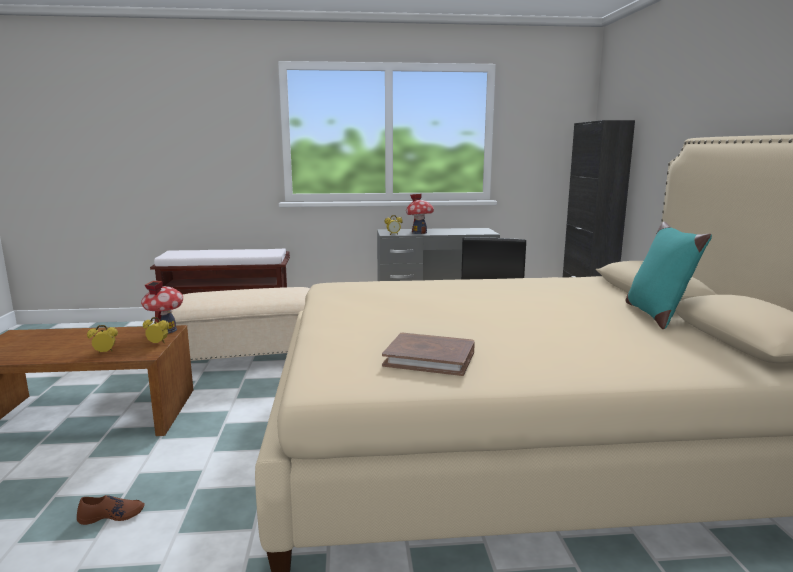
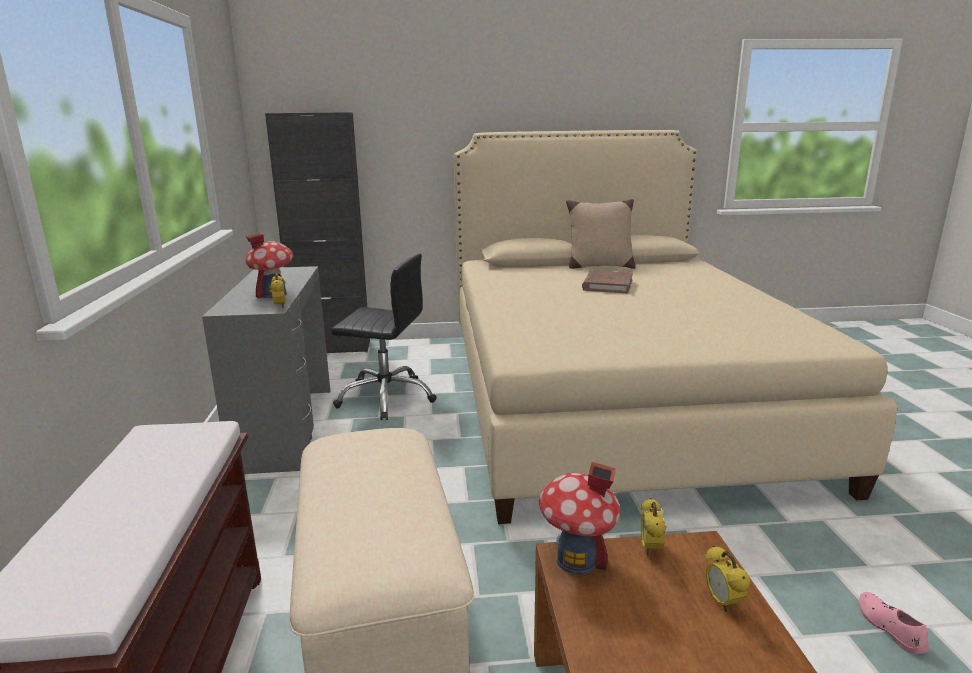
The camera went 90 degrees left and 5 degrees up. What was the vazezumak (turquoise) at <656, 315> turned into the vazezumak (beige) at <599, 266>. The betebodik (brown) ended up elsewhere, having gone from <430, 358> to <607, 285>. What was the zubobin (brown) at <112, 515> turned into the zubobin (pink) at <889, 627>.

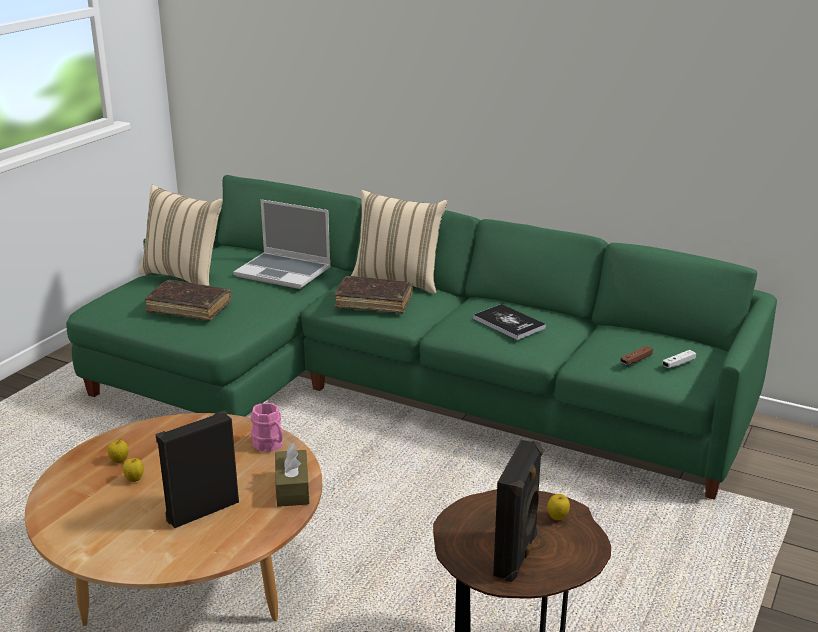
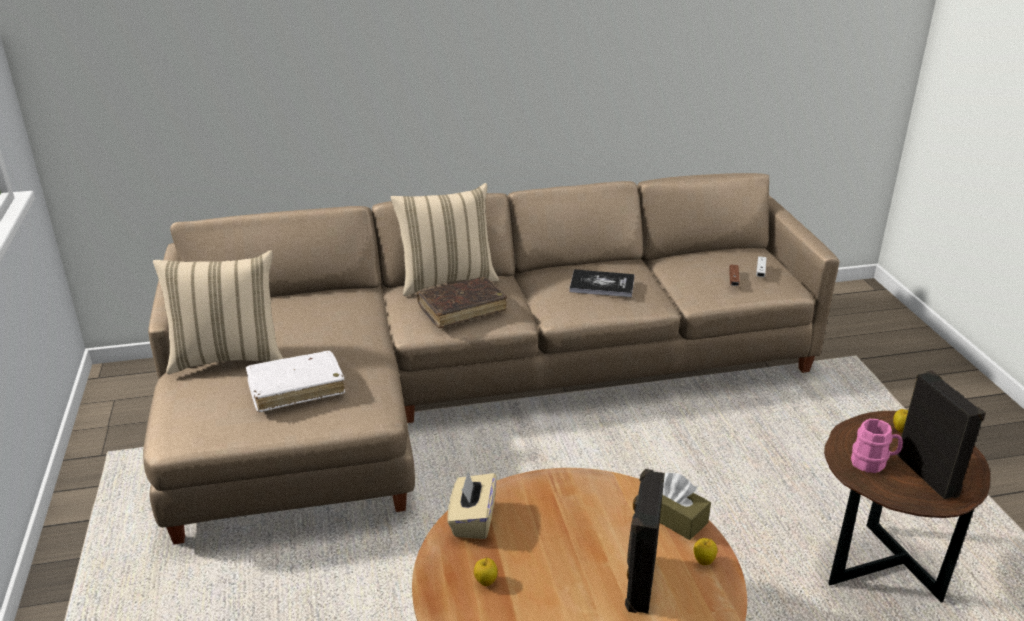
The camera went 40 degrees left and 5 degrees up. What was the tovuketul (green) at <392, 385> turned into the tovuketul (beige) at <468, 387>. What was the betebodik (brown) at <189, 308> turned into the betebodik (white) at <296, 388>. The second view gained the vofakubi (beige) at <472, 520>. The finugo ended up elsewhere, having gone from <135, 479> to <703, 561>. The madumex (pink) ended up elsewhere, having gone from <270, 445> to <873, 463>. The second view lost the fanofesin at <284, 272>.

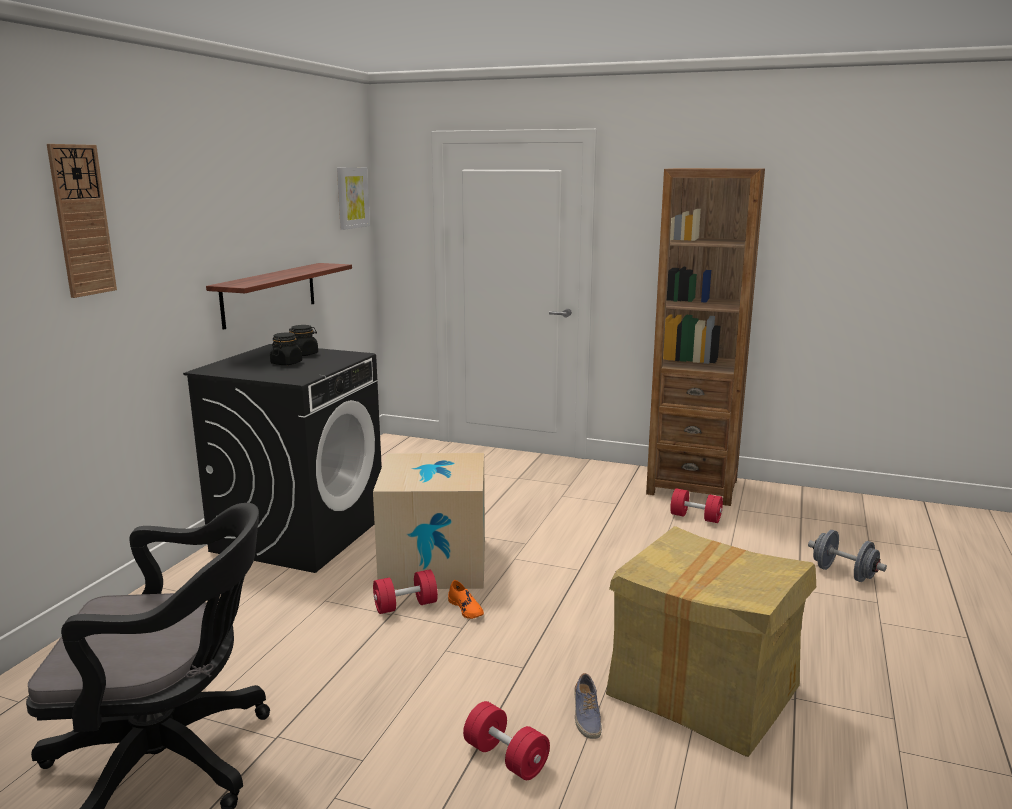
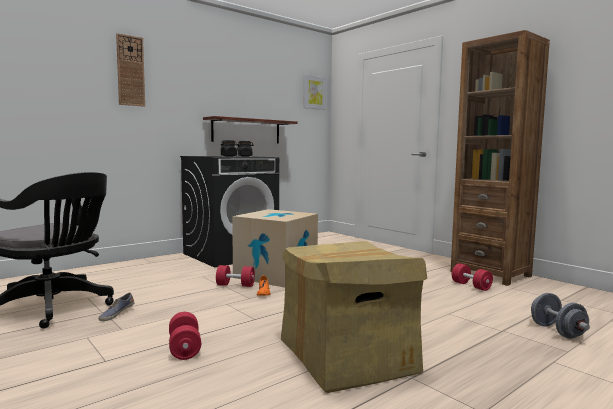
The camera went 30 degrees right and 10 degrees down. The zubobin ended up elsewhere, having gone from <586, 716> to <116, 314>.

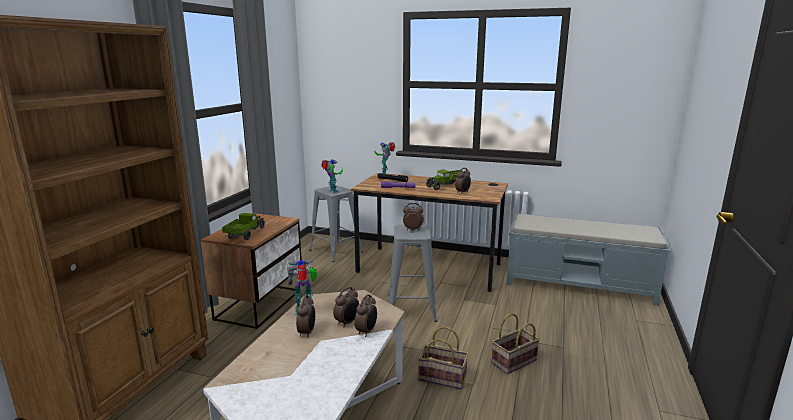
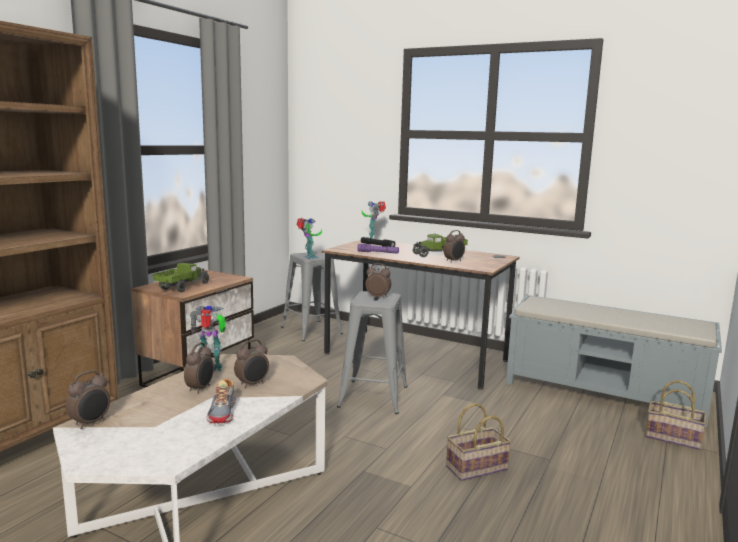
The camera went 10 degrees right and 5 degrees down. The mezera ended up elsewhere, having gone from <367, 331> to <91, 423>. The second view gained the zubobin at <223, 412>. The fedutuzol ended up elsewhere, having gone from <443, 377> to <674, 438>.

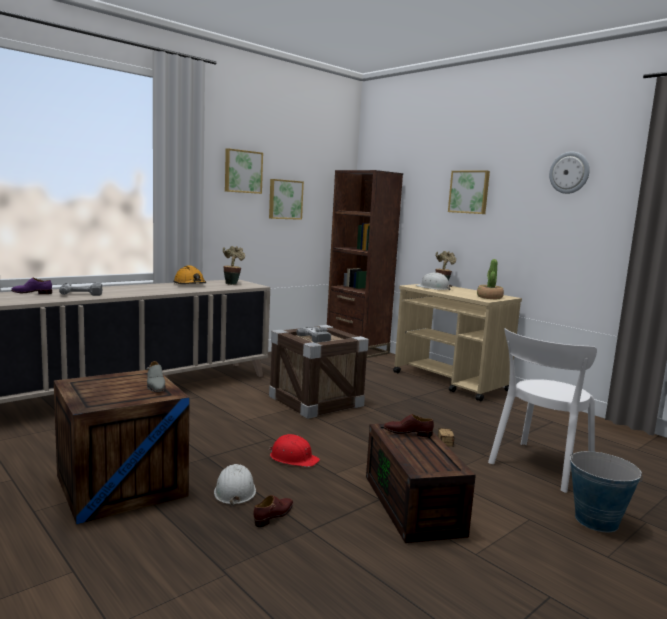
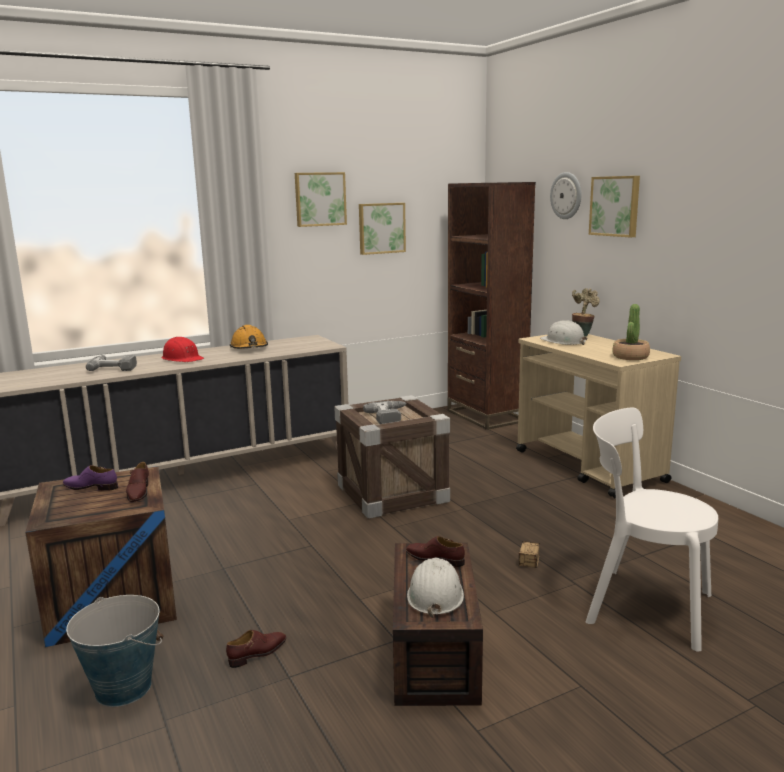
The camera went 15 degrees right and 5 degrees up. The zubobin (purple) ended up elsewhere, having gone from <32, 293> to <91, 487>. The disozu ended up elsewhere, having gone from <596, 520> to <123, 687>. What was the zubobin (grey) at <155, 386> turned into the zubobin (brown) at <138, 492>. The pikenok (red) ended up elsewhere, having gone from <293, 458> to <182, 358>. The pikenok (white) ended up elsewhere, having gone from <234, 491> to <435, 594>. The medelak ended up elsewhere, having gone from <569, 172> to <566, 195>. The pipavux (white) at <539, 467> ended up facing another way, 60 degrees clockwise from before. The second view lost the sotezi at <232, 283>.

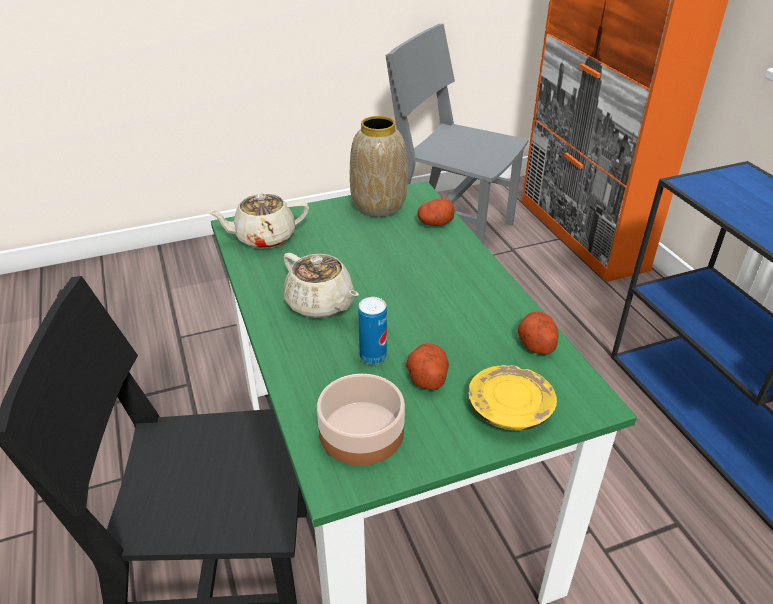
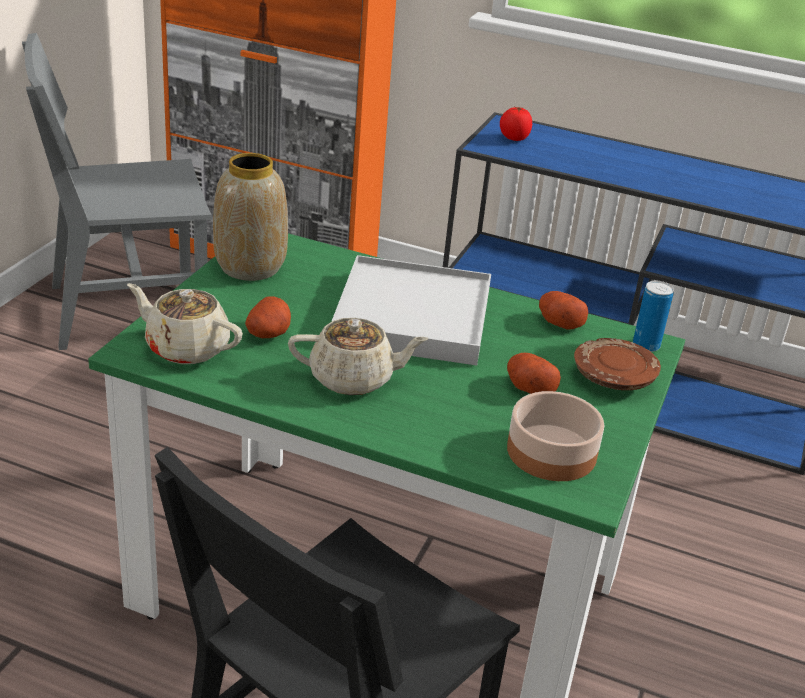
The camera went 50 degrees left and 5 degrees down. The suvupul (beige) at <263, 237> ended up facing another way, 90 degrees clockwise from before. The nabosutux ended up elsewhere, having gone from <435, 223> to <268, 333>. The second view gained the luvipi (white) at <413, 316>. The second view gained the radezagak at <513, 139>. What was the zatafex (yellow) at <509, 408> turned into the zatafex (brown) at <613, 377>. The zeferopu ended up elsewhere, having gone from <373, 356> to <646, 345>.

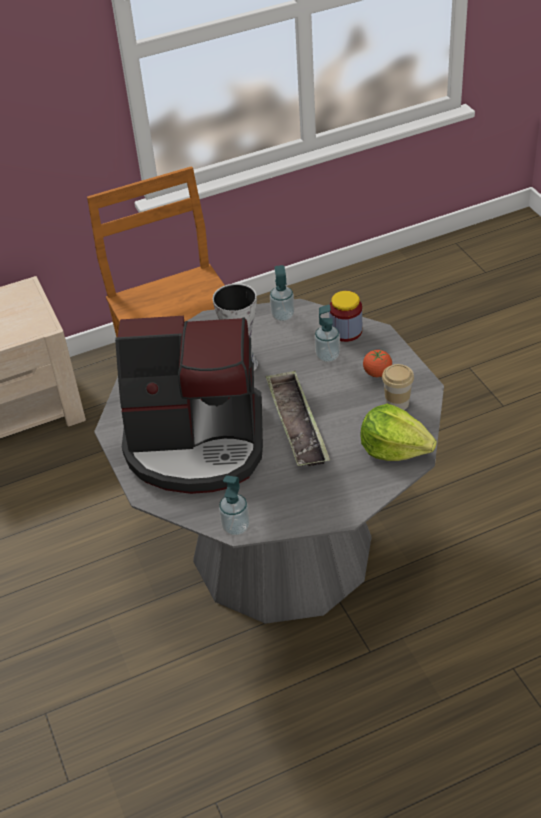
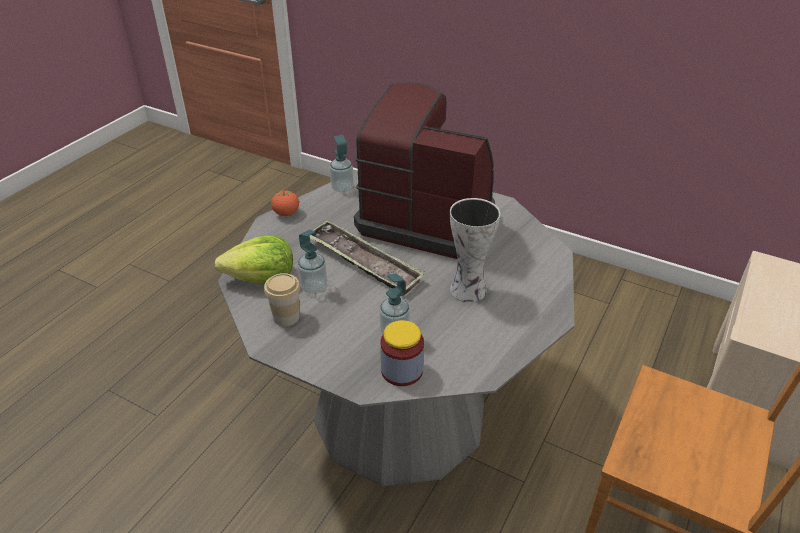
The camera went 140 degrees right and 5 degrees down. The radezagak ended up elsewhere, having gone from <377, 373> to <286, 213>. The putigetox ended up elsewhere, having gone from <283, 316> to <314, 287>. The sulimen at <196, 444> ended up facing another way, 60 degrees clockwise from before.

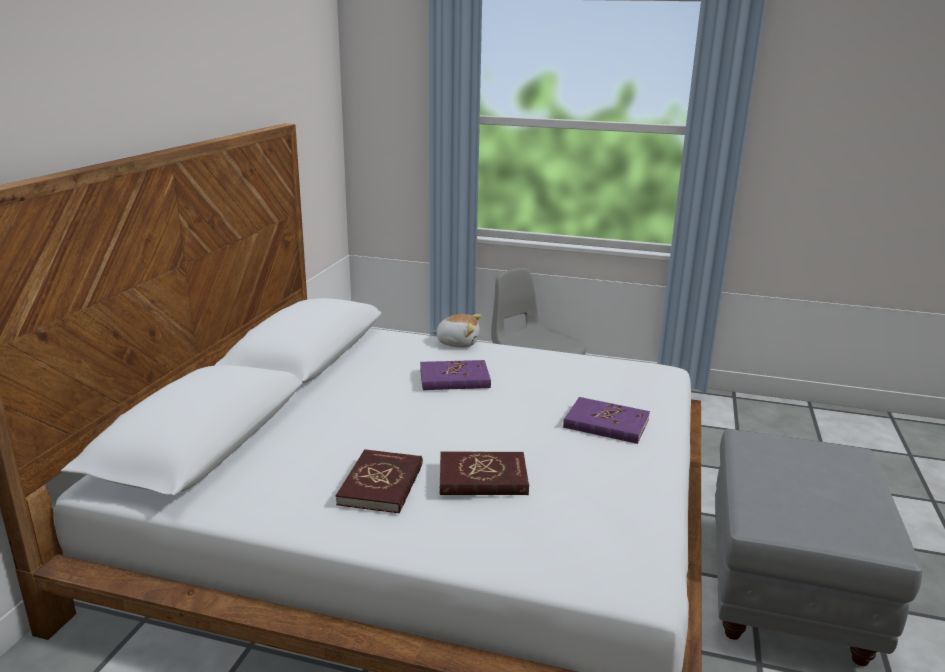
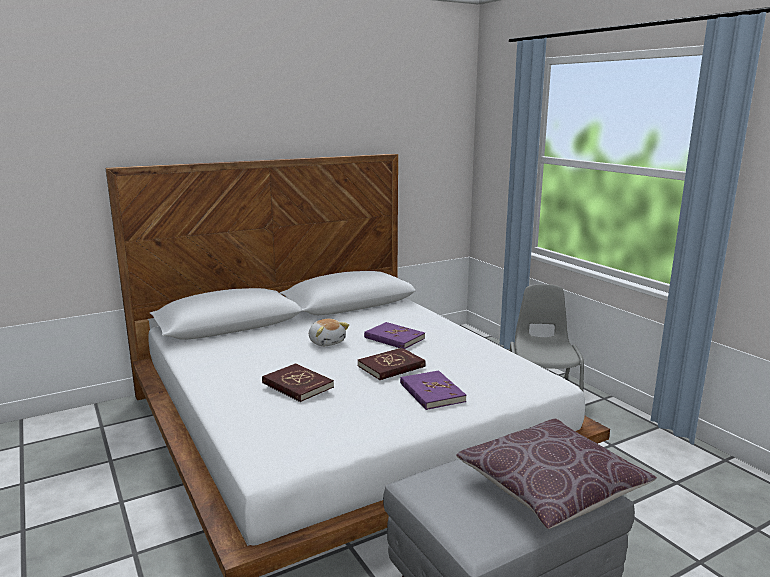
The camera went 45 degrees right and 5 degrees down. The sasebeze ended up elsewhere, having gone from <458, 342> to <327, 342>. The betebodik (red) ended up elsewhere, having gone from <381, 484> to <391, 366>. The second view gained the vazezumak (brown) at <550, 488>.

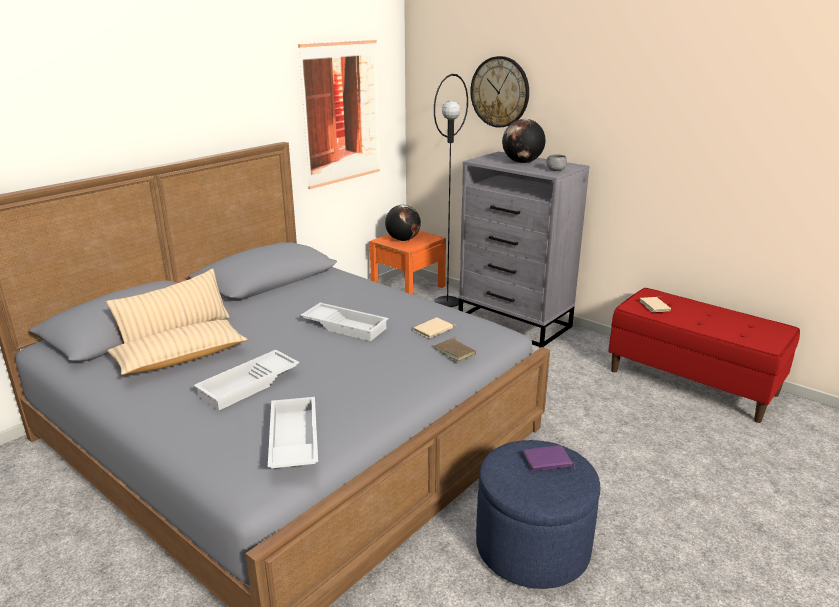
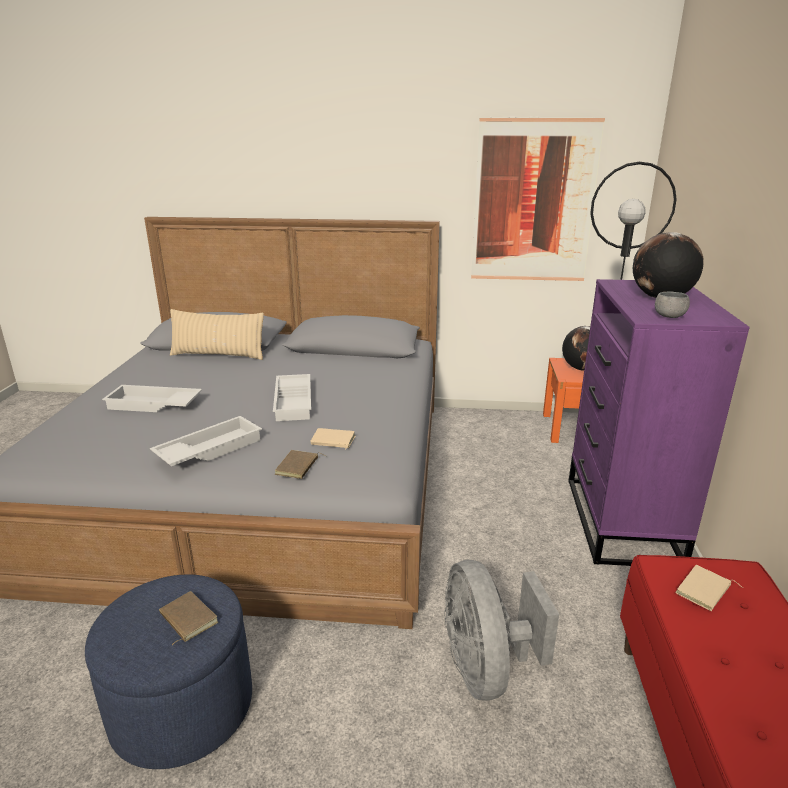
The camera went 55 degrees right and 0 degrees up. The luvipi (white) ended up elsewhere, having gone from <292, 440> to <209, 449>. What was the betebodik (purple) at <547, 461> turned into the betebodik (brown) at <186, 619>. The second view gained the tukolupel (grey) at <486, 668>. What was the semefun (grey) at <515, 323> turned into the semefun (purple) at <621, 521>. The second view lost the vazezumak (beige) at <180, 357>. The second view lost the medelak at <500, 92>.

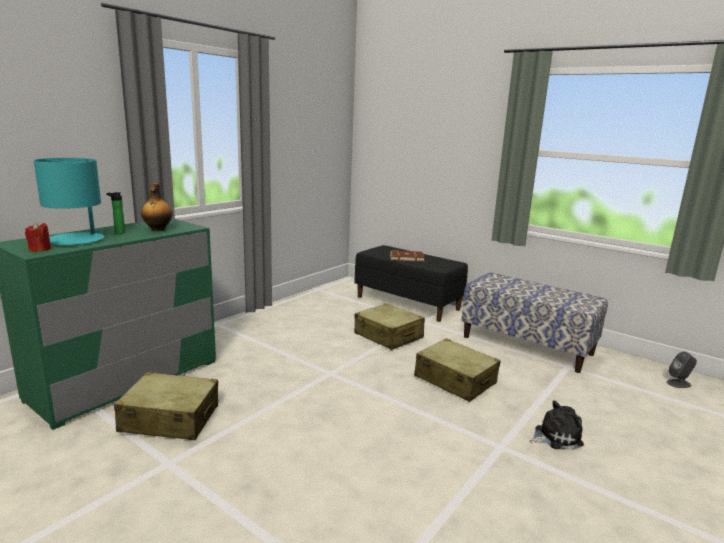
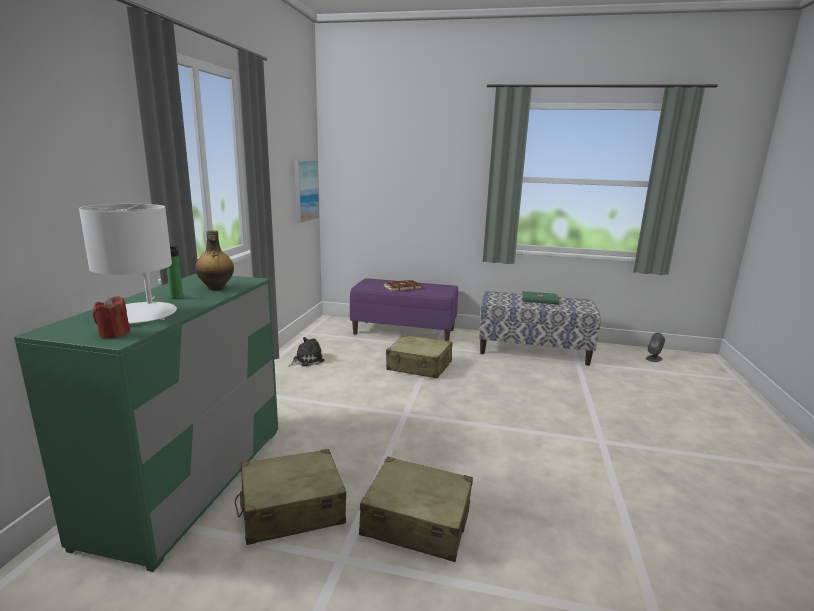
The camera went 25 degrees left and 0 degrees up. What was the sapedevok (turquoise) at <76, 240> turned into the sapedevok (white) at <139, 314>. The sasebeze ended up elsewhere, having gone from <555, 437> to <306, 360>. The second view gained the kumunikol at <305, 190>. What was the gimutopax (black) at <408, 303> turned into the gimutopax (purple) at <404, 331>. The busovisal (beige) ended up elsewhere, having gone from <455, 380> to <416, 521>. The second view gained the betebodik (green) at <540, 300>.

